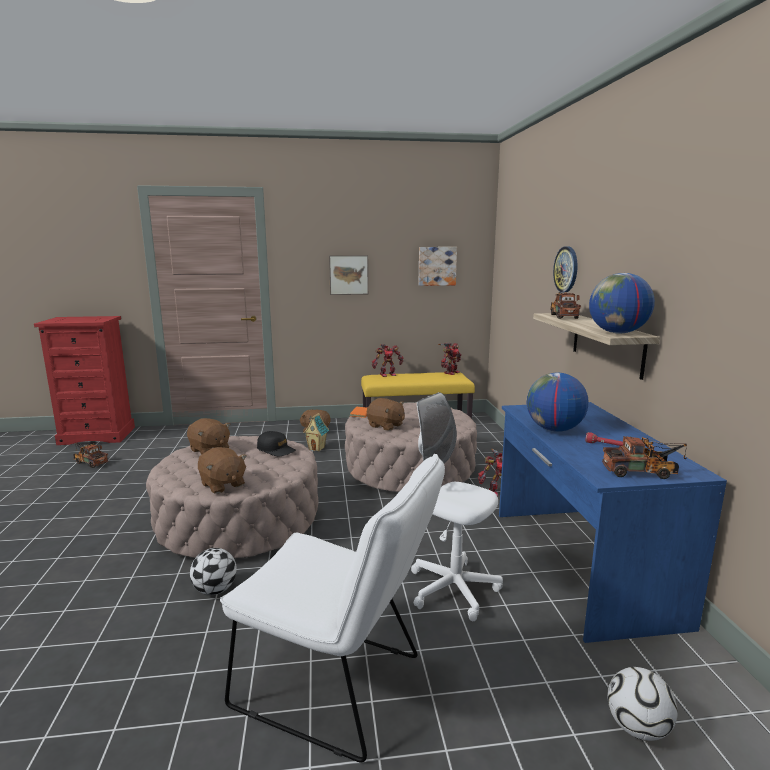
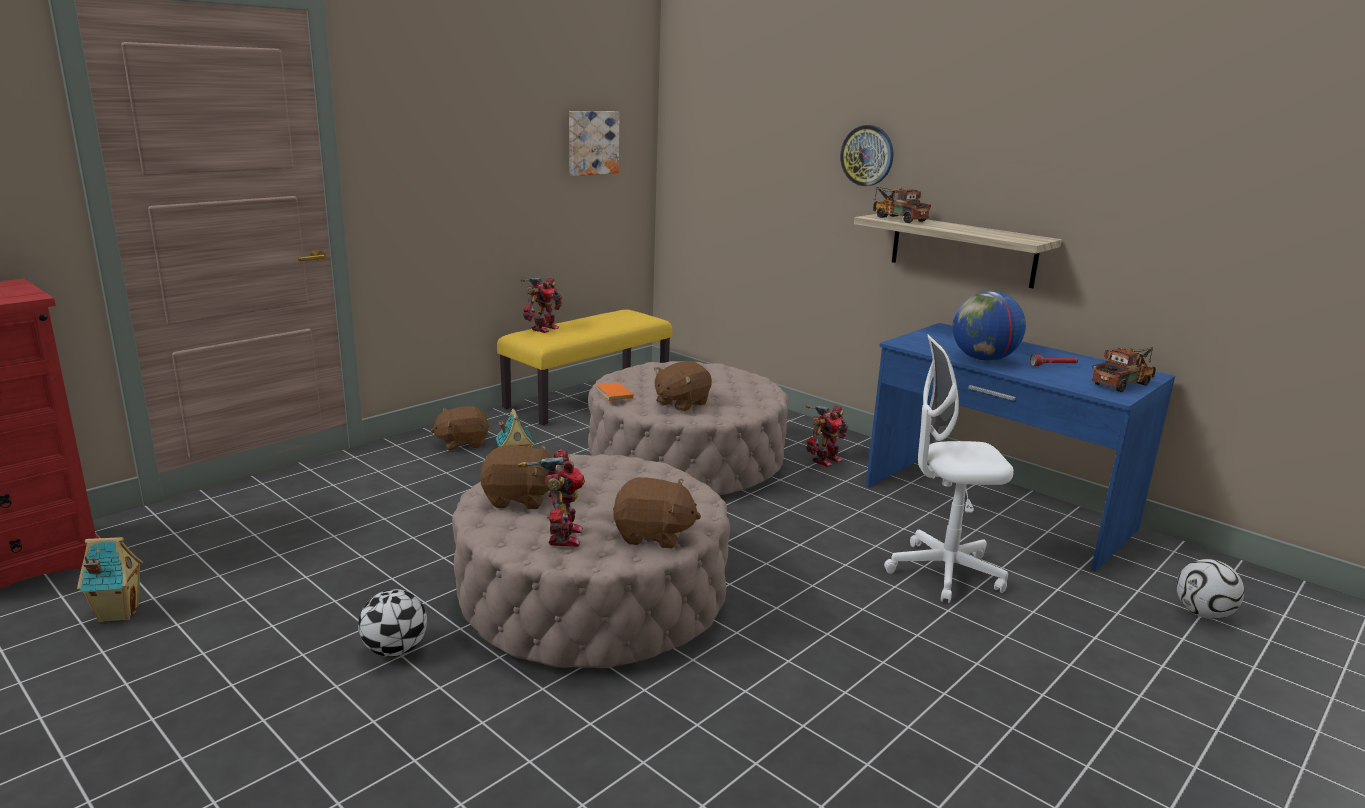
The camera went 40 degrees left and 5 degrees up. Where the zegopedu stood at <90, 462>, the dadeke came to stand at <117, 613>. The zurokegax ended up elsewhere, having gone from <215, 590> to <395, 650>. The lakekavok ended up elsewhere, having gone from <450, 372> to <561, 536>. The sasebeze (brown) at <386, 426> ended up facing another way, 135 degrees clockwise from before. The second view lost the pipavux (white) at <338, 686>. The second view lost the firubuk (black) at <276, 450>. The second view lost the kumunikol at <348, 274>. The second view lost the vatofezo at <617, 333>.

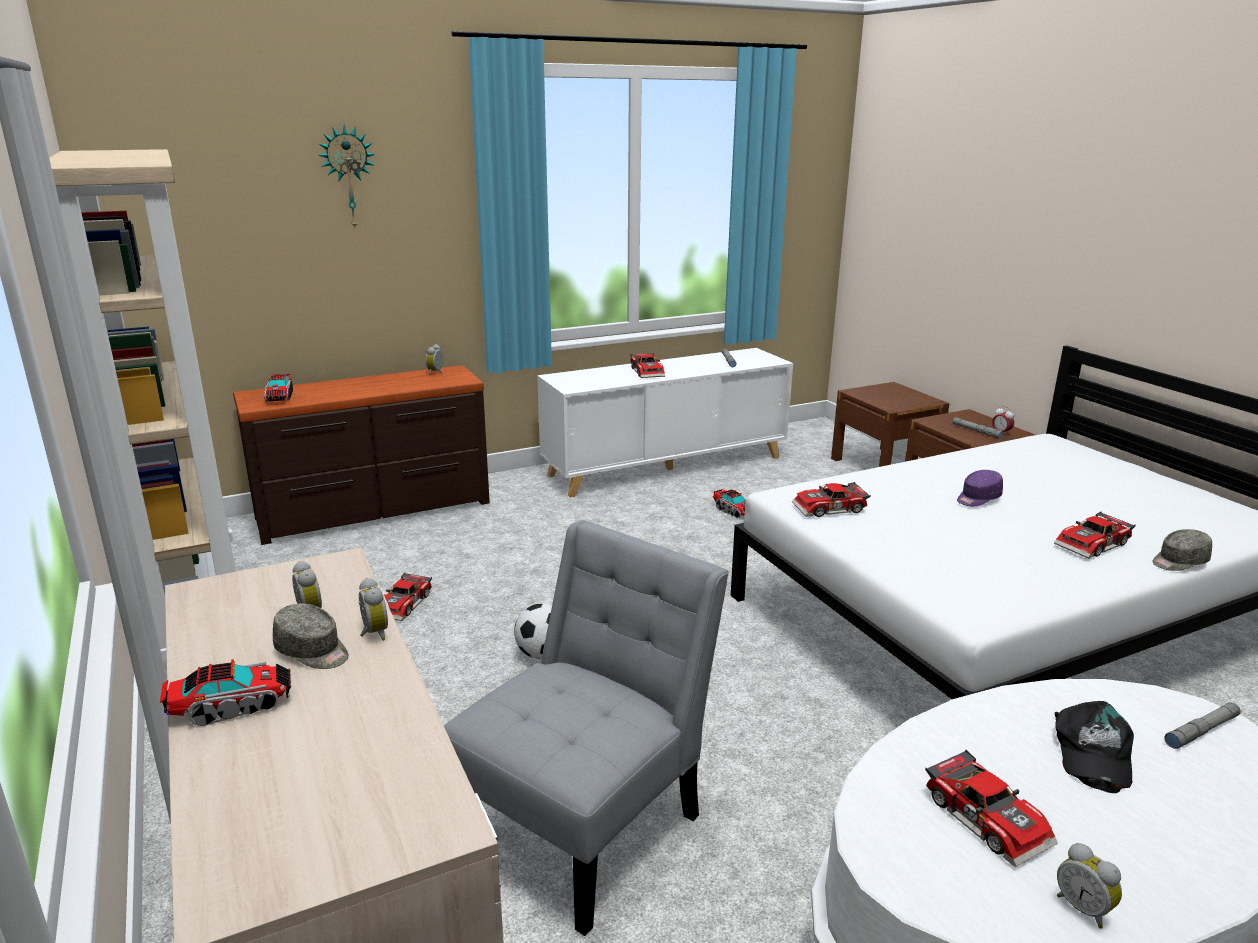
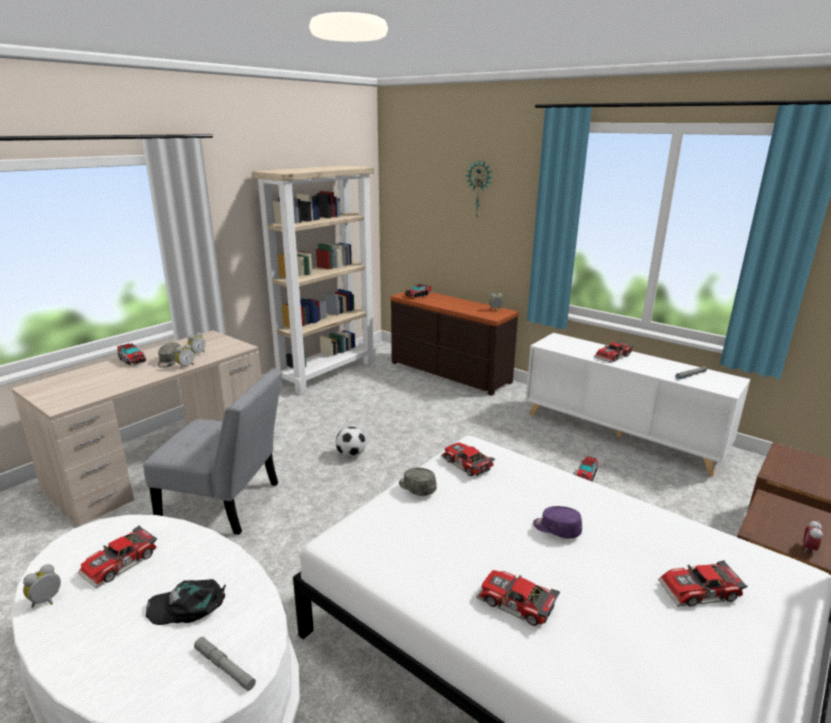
The camera went 65 degrees right and 0 degrees up. The firubuk (grey) ended up elsewhere, having gone from <1178, 562> to <416, 488>. The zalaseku ended up elsewhere, having gone from <405, 604> to <700, 592>. The second view lost the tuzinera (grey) at <976, 431>.

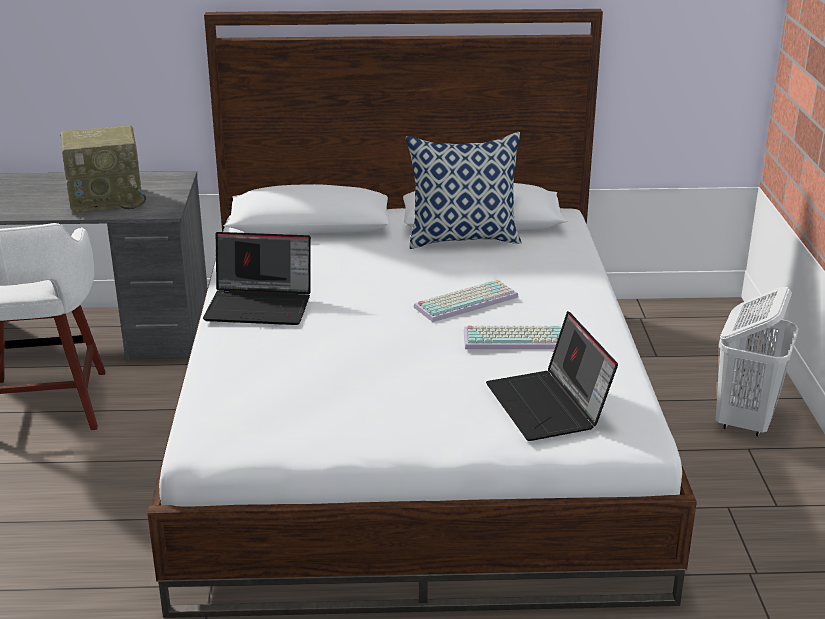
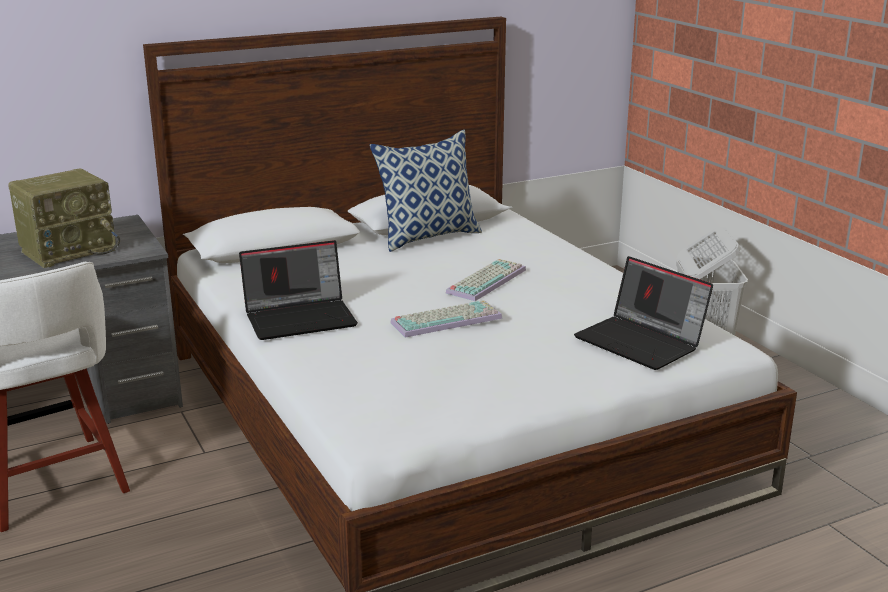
The camera went 25 degrees left and 5 degrees down. The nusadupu ended up elsewhere, having gone from <519, 338> to <447, 319>.

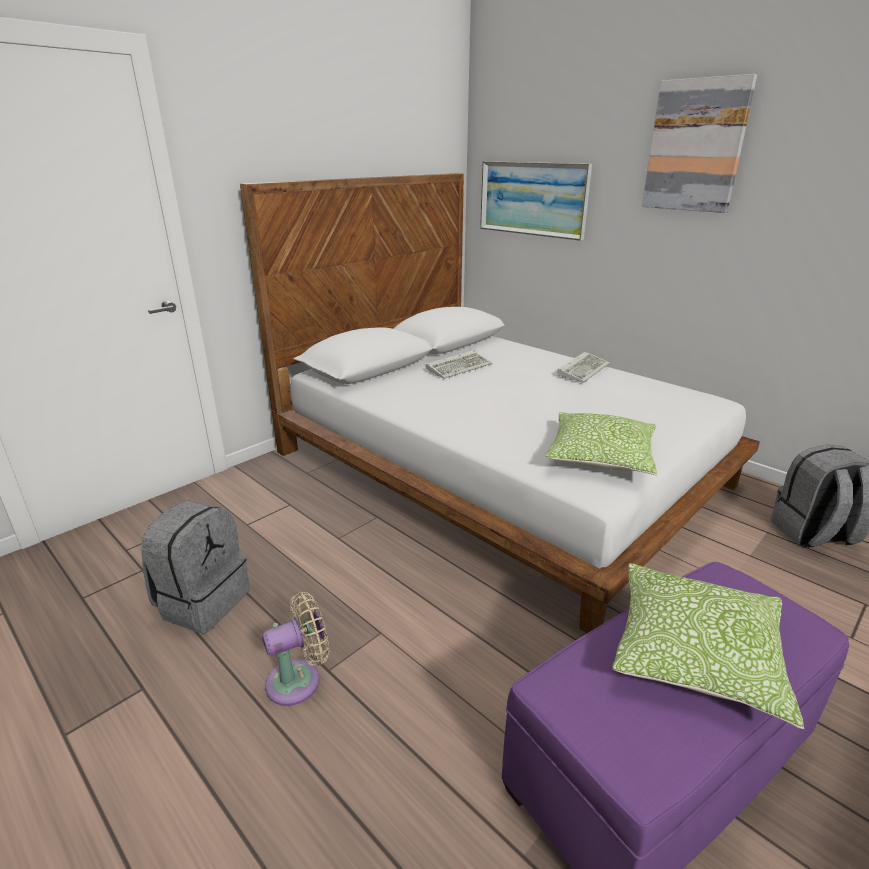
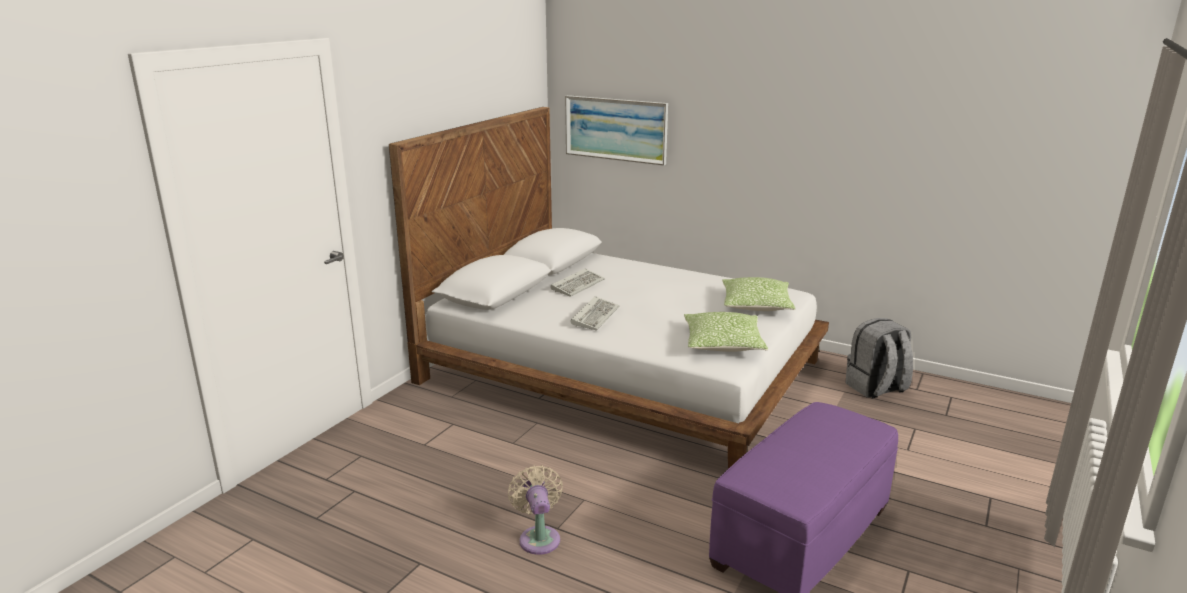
The camera went 15 degrees left and 5 degrees down. The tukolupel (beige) at <299, 680> ended up facing another way, 60 degrees counterclockwise from before. The nusadupu ended up elsewhere, having gone from <583, 369> to <595, 316>. The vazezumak ended up elsewhere, having gone from <696, 653> to <756, 305>. The second view lost the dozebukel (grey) at <203, 601>. The second view lost the kumunikol at <695, 146>.

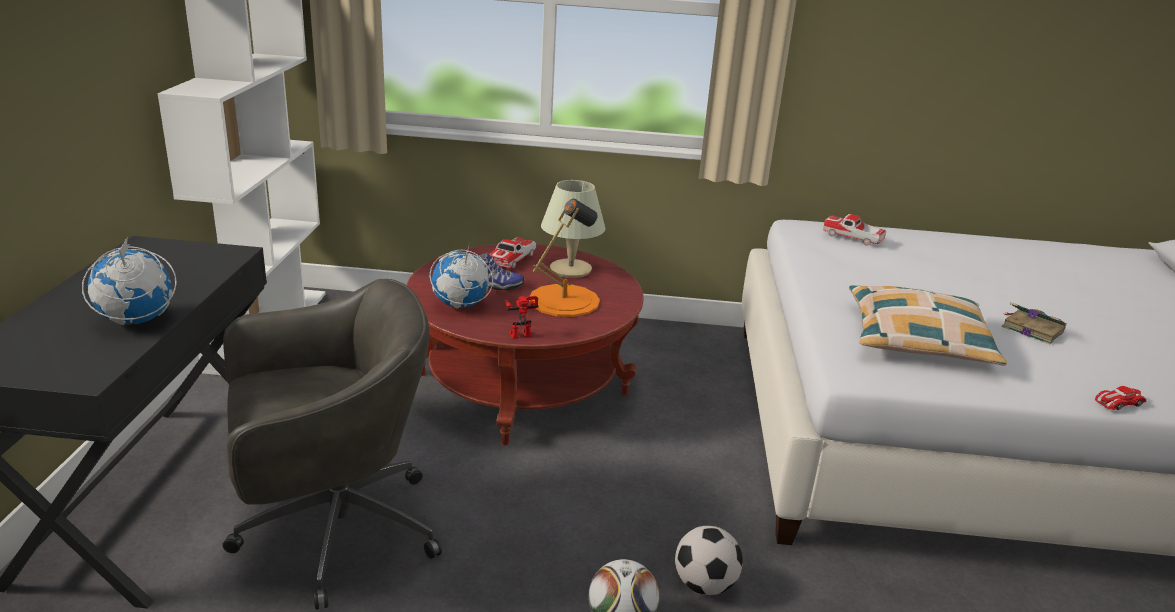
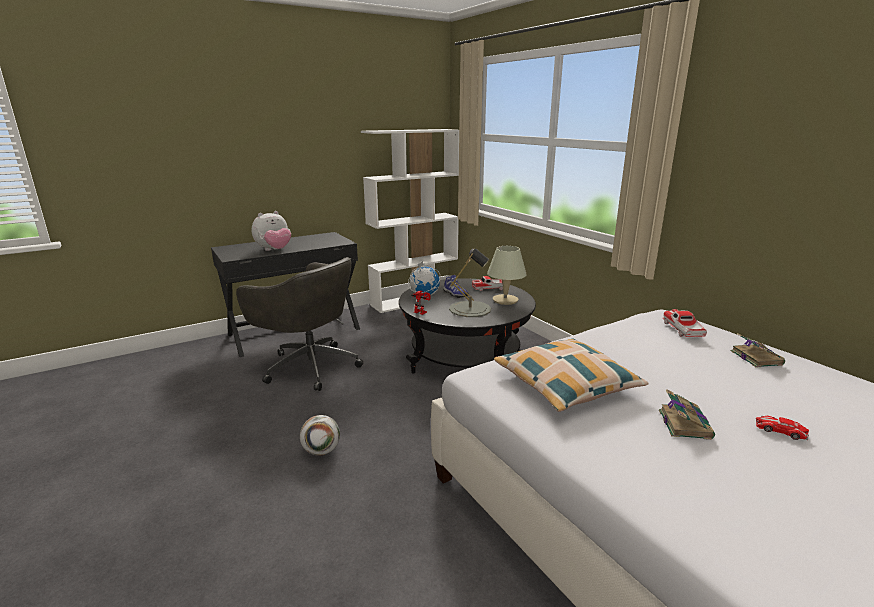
The camera went 55 degrees right and 5 degrees down. Where the vatofezo stood at <136, 321>, the sasebeze came to stand at <274, 250>. What was the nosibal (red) at <522, 384> turned into the nosibal (black) at <465, 357>. What was the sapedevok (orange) at <564, 300> turned into the sapedevok (grey) at <470, 309>. The second view gained the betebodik at <755, 357>. The zalaseku ended up elsewhere, having gone from <1118, 402> to <780, 430>. The second view lost the zurokegax at <704, 585>.

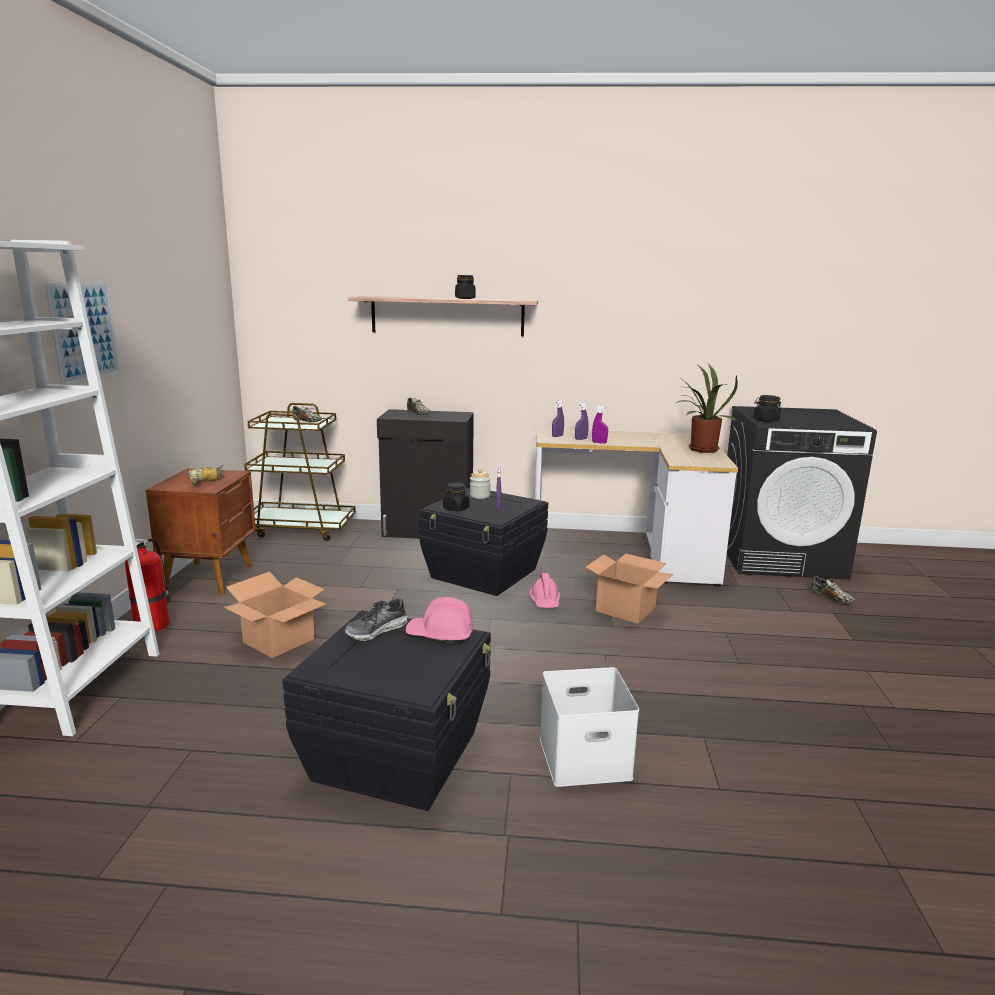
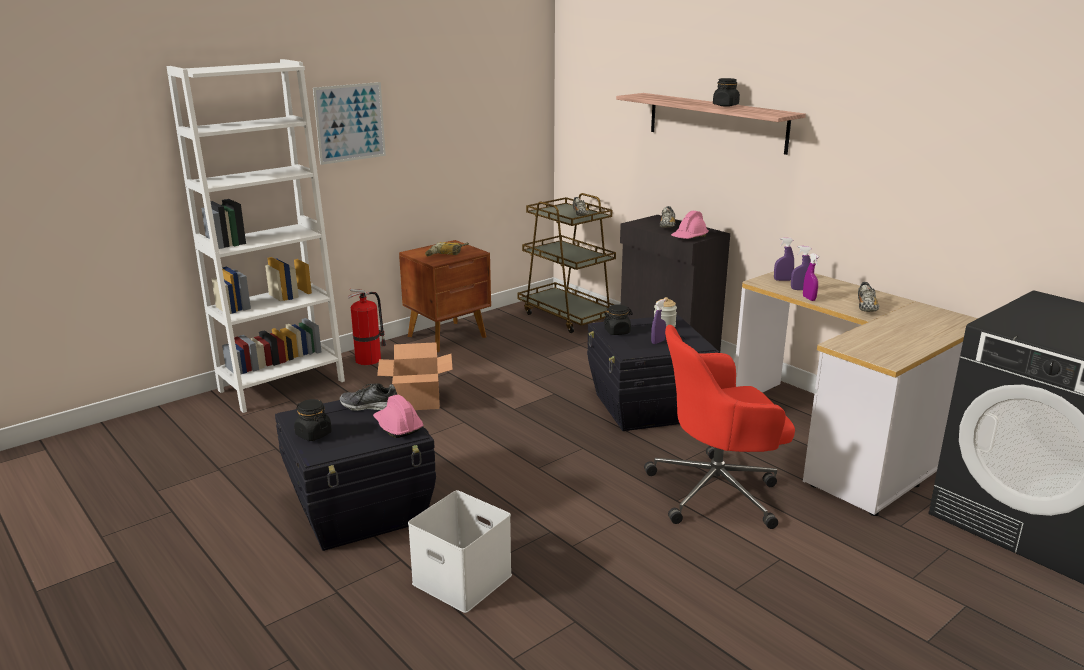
The camera went 45 degrees right and 5 degrees up. The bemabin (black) ended up elsewhere, having gone from <765, 420> to <313, 434>. Where the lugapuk stood at <624, 609>, the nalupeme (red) came to stand at <717, 491>. The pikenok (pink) ended up elsewhere, having gone from <545, 602> to <689, 237>. The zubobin ended up elsewhere, having gone from <831, 598> to <866, 308>. The second view lost the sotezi at <700, 449>.

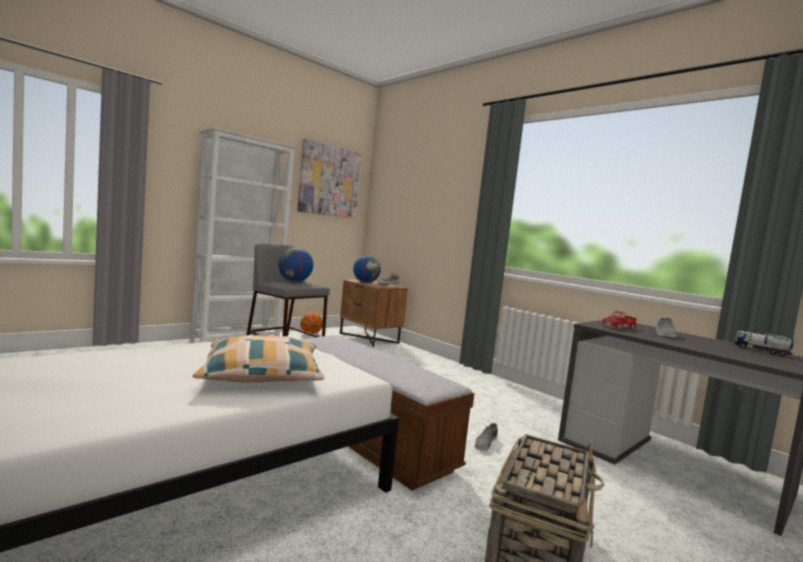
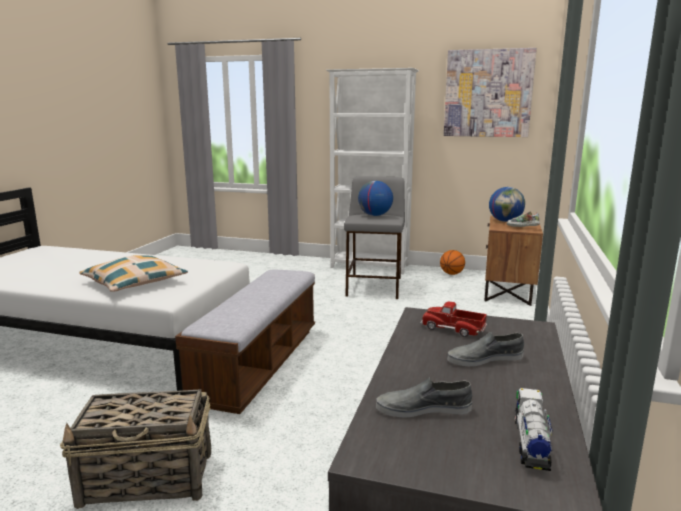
The camera went 60 degrees right and 10 degrees up. The zubobin (grey) ended up elsewhere, having gone from <485, 443> to <423, 408>.

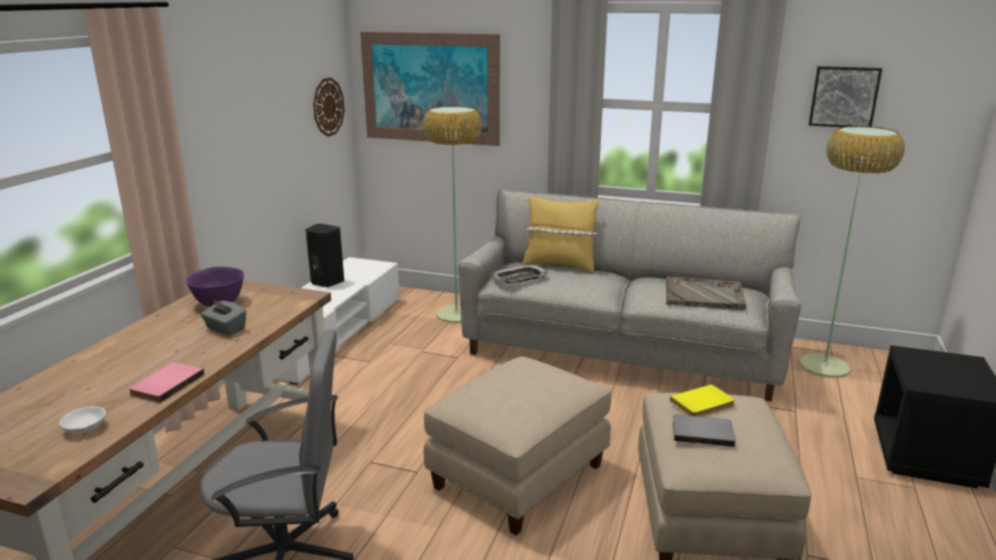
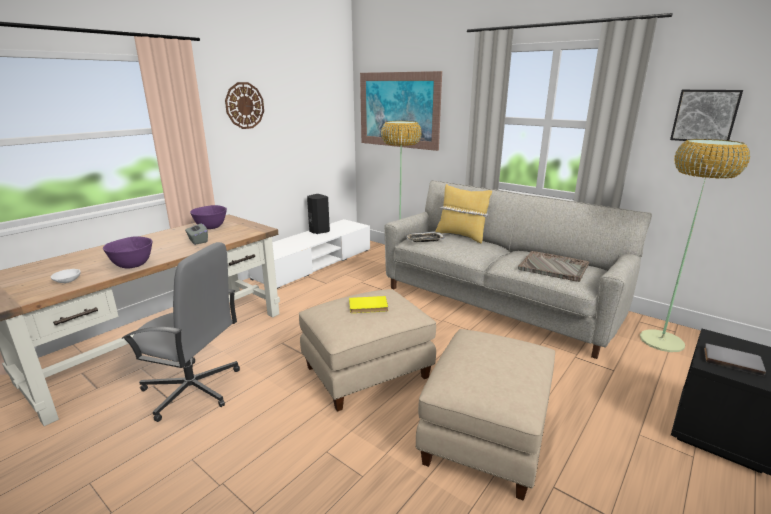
The camera went 20 degrees right and 0 degrees up. Where the betebodik (pink) stood at <165, 384>, the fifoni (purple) came to stand at <133, 265>. The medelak ended up elsewhere, having gone from <328, 107> to <244, 105>. The betebodik (yellow) ended up elsewhere, having gone from <703, 404> to <368, 307>. The betebodik (grey) ended up elsewhere, having gone from <702, 432> to <732, 360>.

